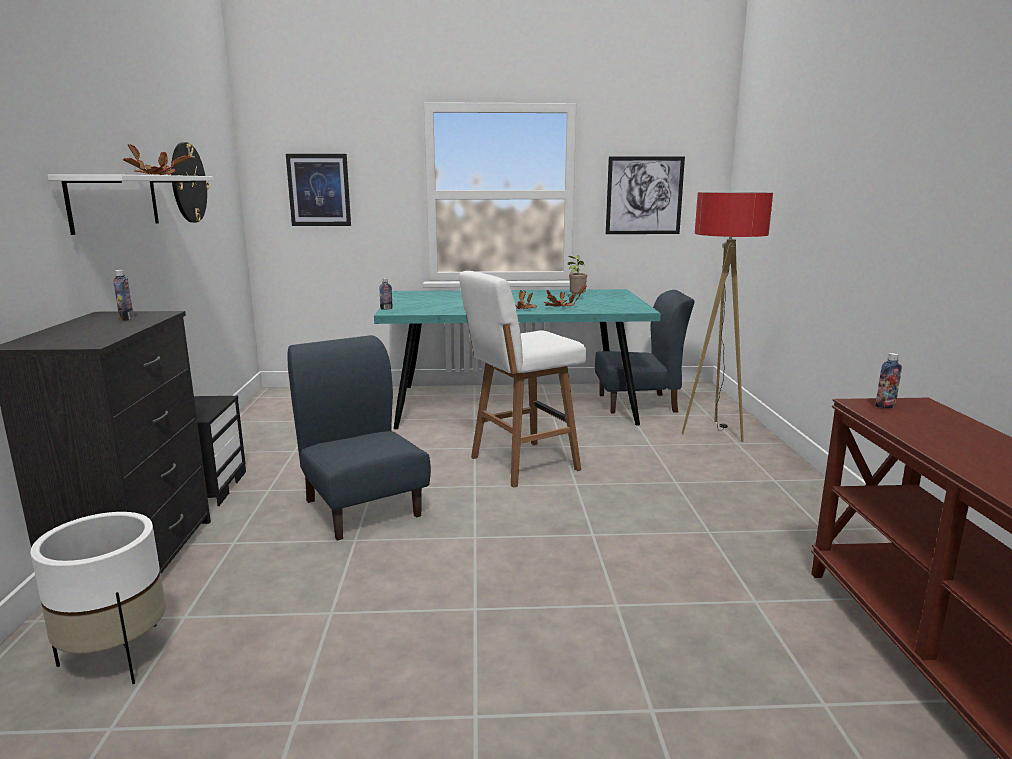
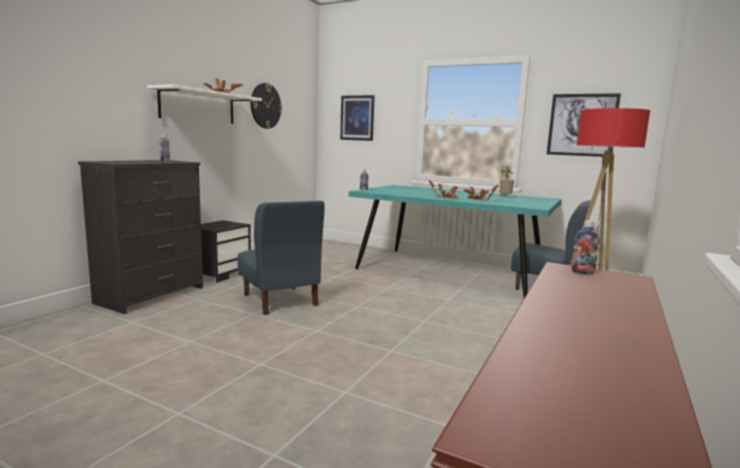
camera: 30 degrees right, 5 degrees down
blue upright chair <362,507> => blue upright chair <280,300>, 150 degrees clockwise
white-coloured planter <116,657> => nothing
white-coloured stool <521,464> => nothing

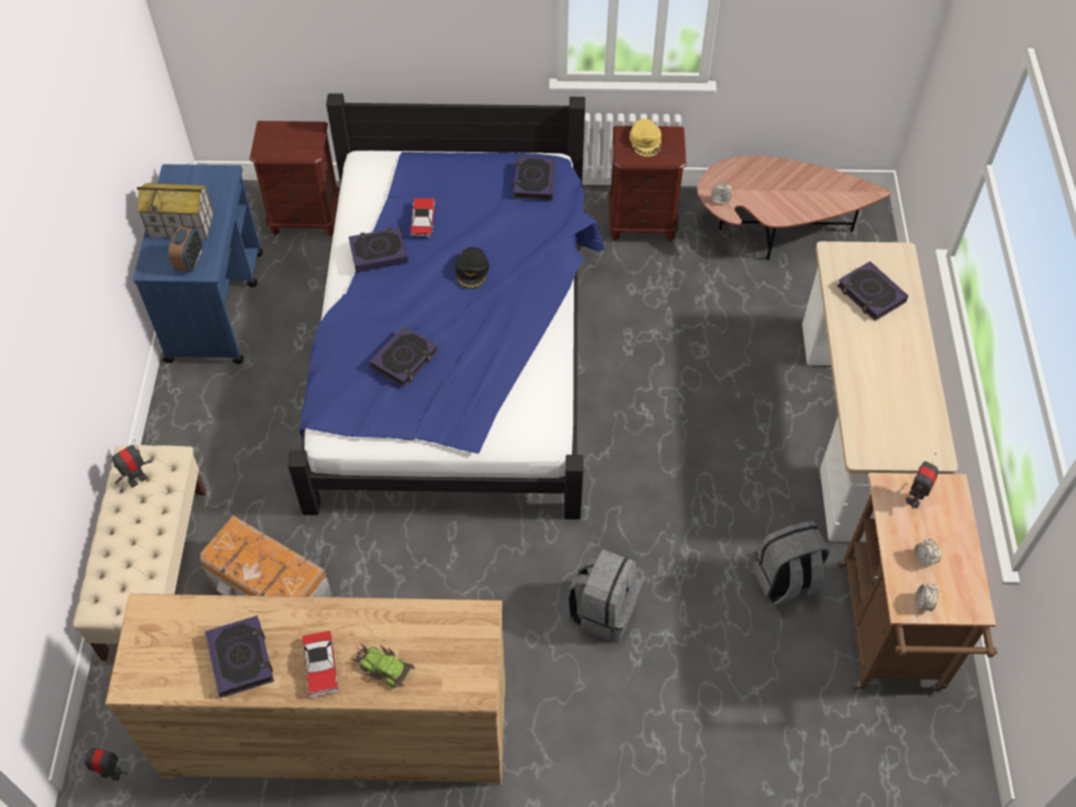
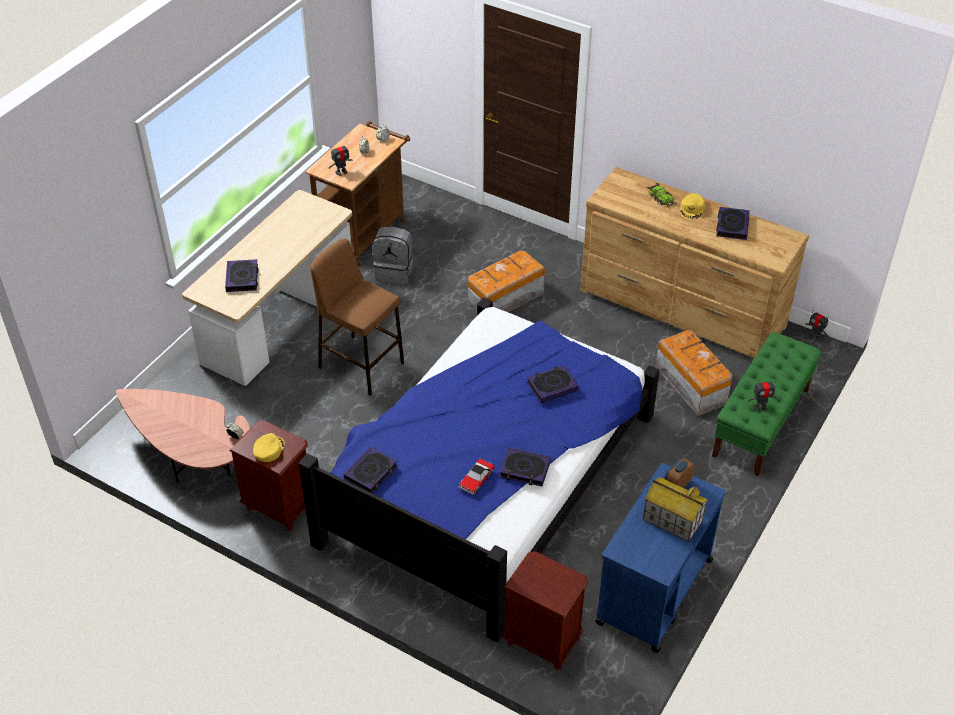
camera: 150 degrees left, 10 degrees down
nothing => brownish stool <360,365>
grey rucksack <602,610> => storage box <504,299>
miniature car <321,667> => yellow-coloured cap <692,209>
beige bench <155,571> => green-coloured bench <761,423>
blackish cap <472,271> => nothing

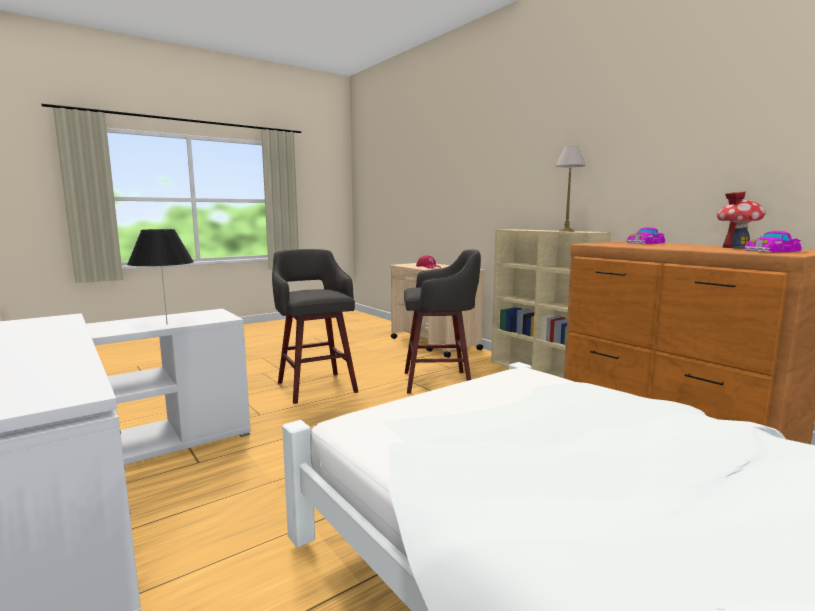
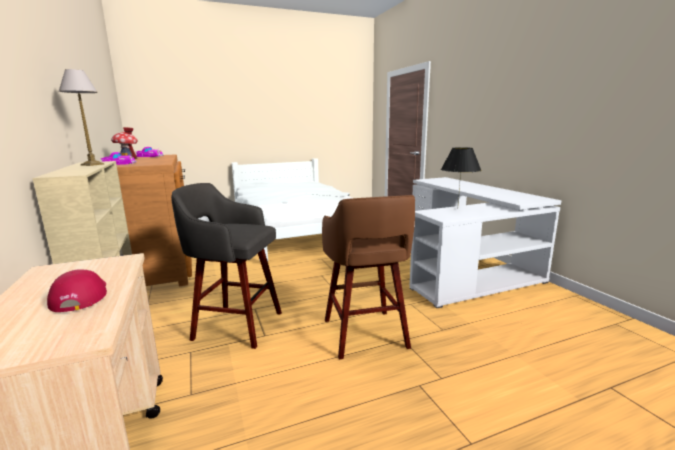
camera: 165 degrees left, 5 degrees up
grey stool <316,386> => brownish stool <365,335>

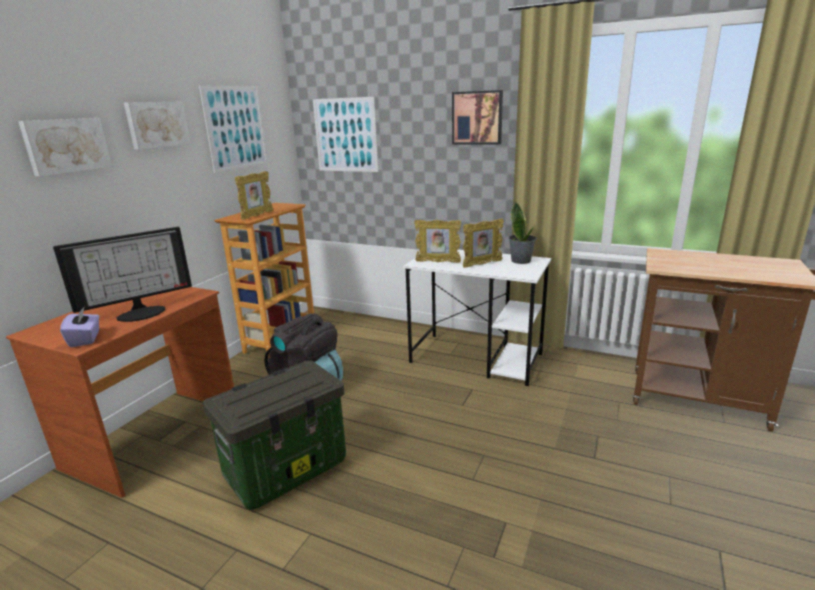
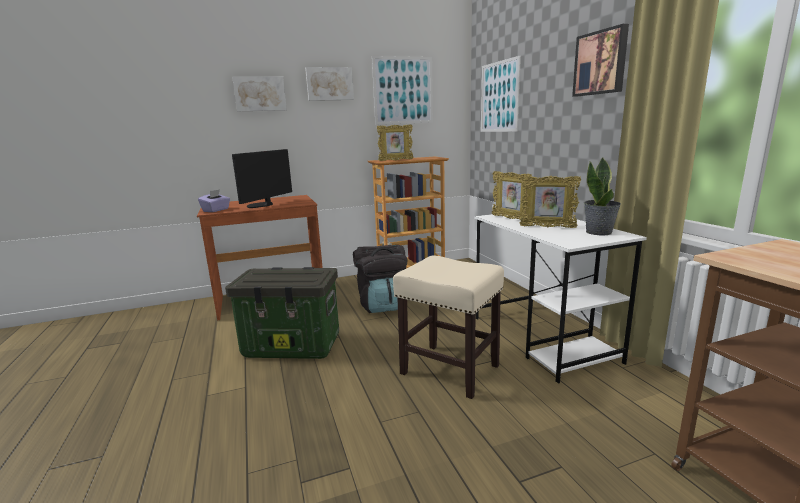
camera: 45 degrees right, 5 degrees down
computer display <141,312> => computer display <262,205>, 105 degrees clockwise
nothing => beige stool <448,369>

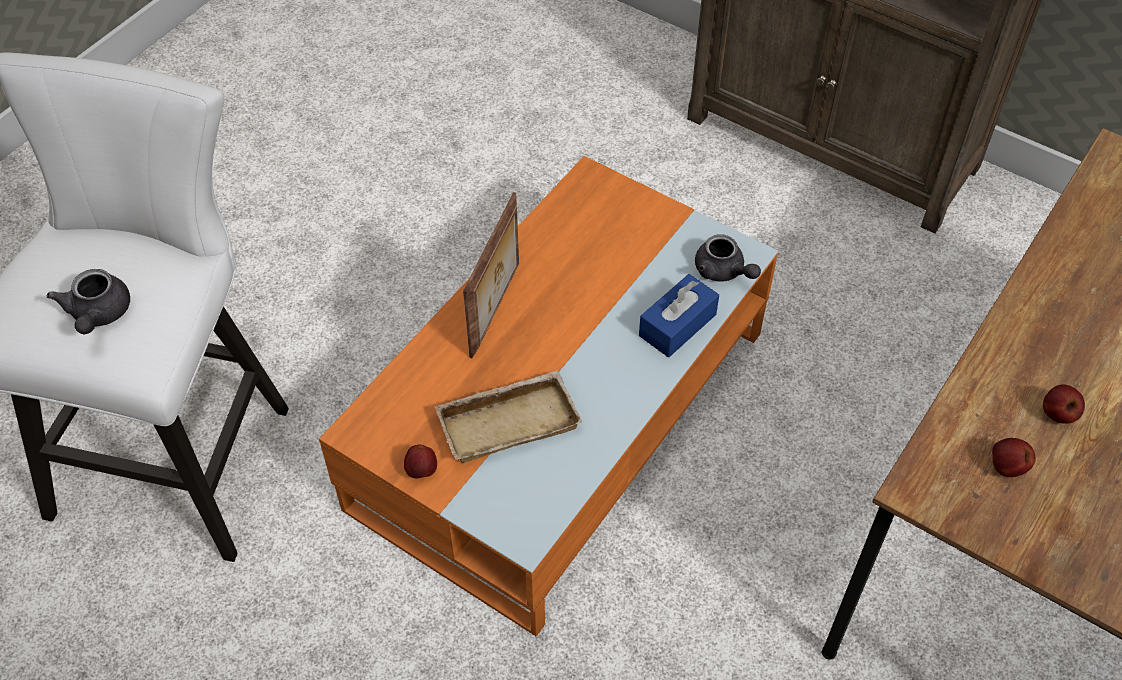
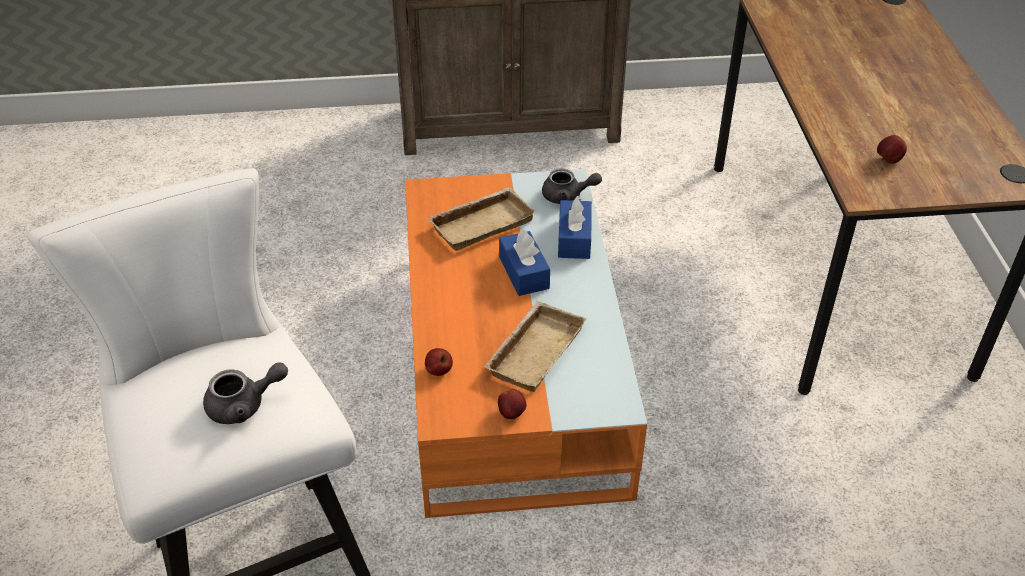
camera: 40 degrees left, 10 degrees down
grey tea pot <98,315> => grey tea pot <244,405>, 60 degrees counterclockwise
apple <1057,414> => apple <438,371>, shifted
nothing => beige carrying tray <481,223>
nothing => blue tissue box <524,273>
standing frame <497,309> => nothing

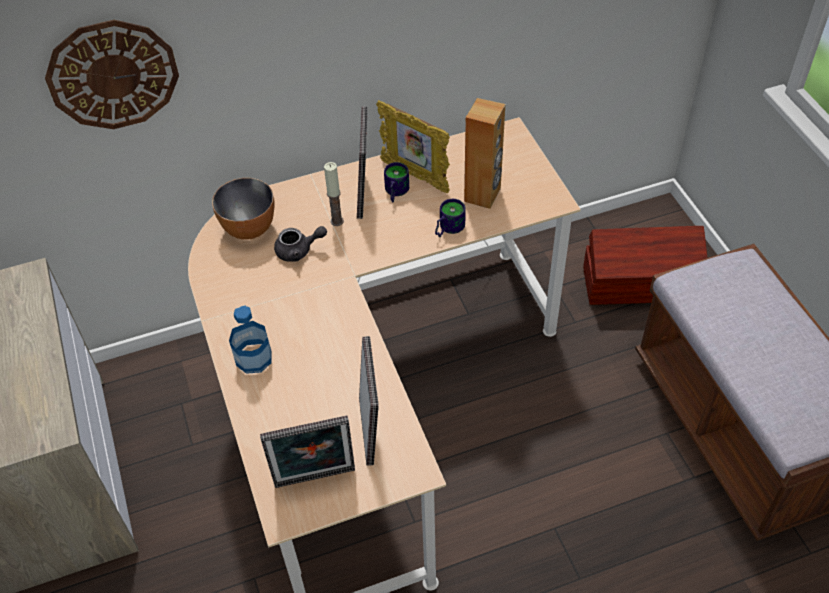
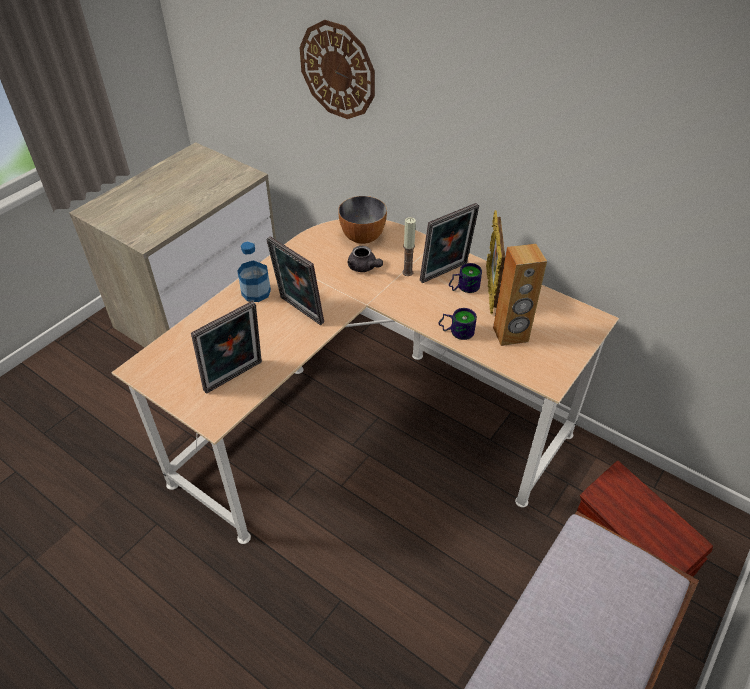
camera: 55 degrees right, 5 degrees down
standing frame <315,480> => standing frame <299,311>, shifted

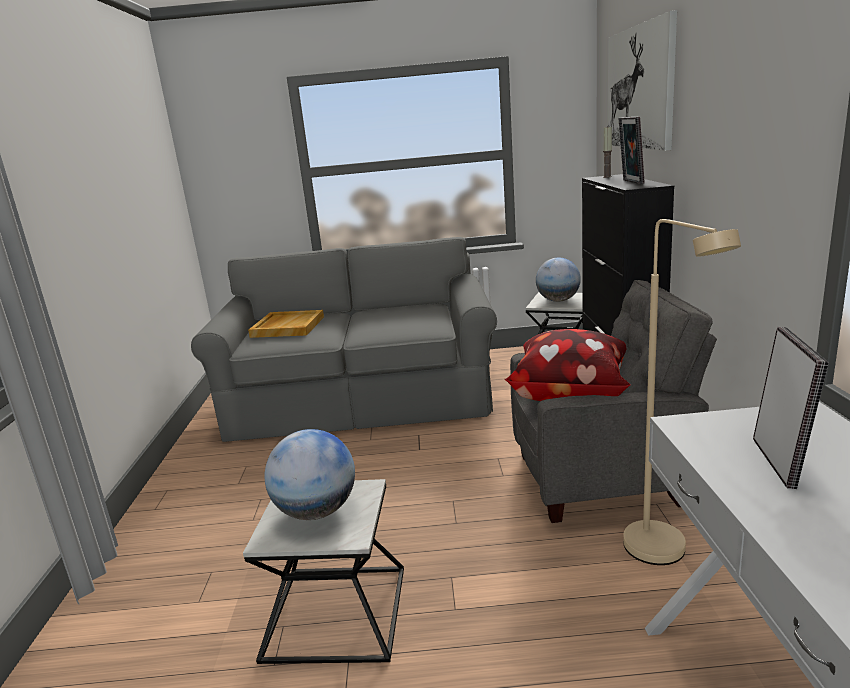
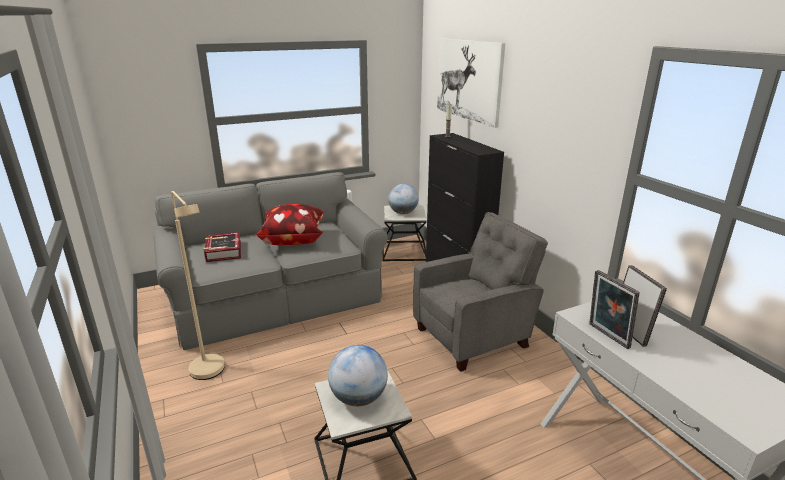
camera: 25 degrees left, 5 degrees up
beige standing lamp <663,556> => beige standing lamp <210,374>, shifted
beige carrying tray <287,327> => bound book <223,251>
pillow <570,394> => pillow <292,240>, shifted
standing frame <630,182> => standing frame <606,336>, shifted

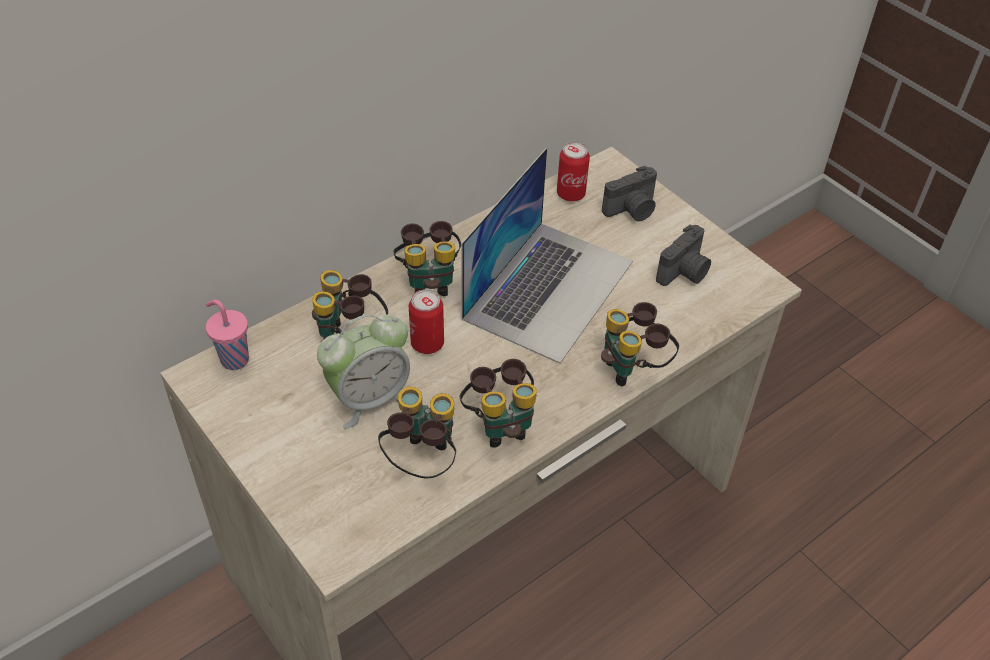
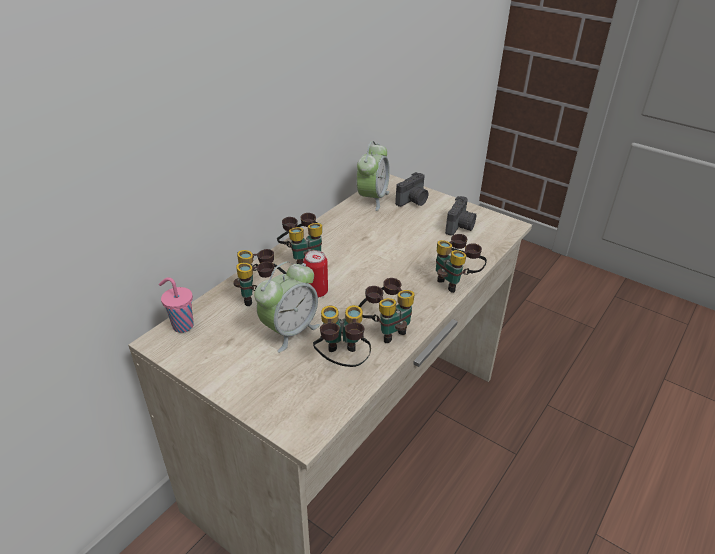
camera: 15 degrees left, 10 degrees down
sealed can <570,194> => bedside clock <372,198>
notebook computer <549,289> => nothing

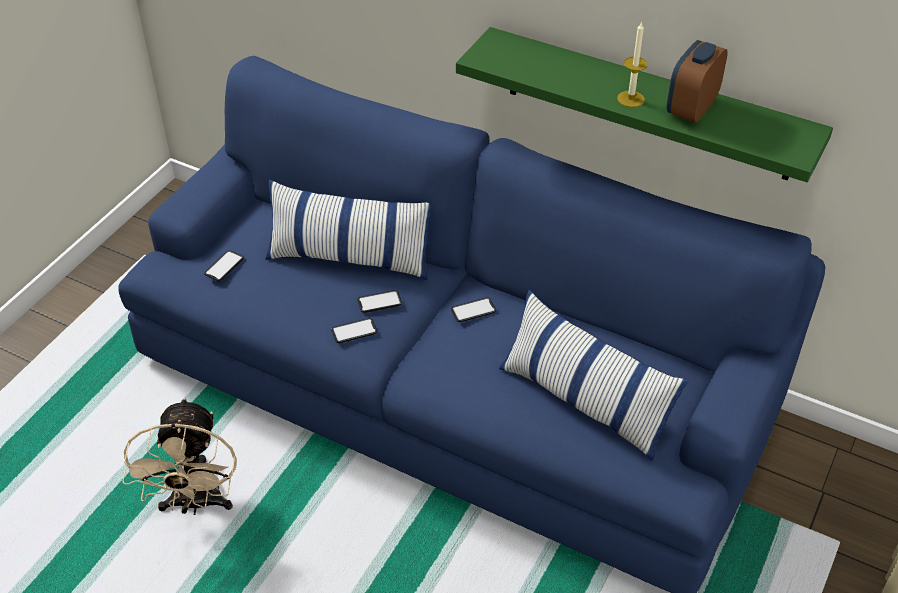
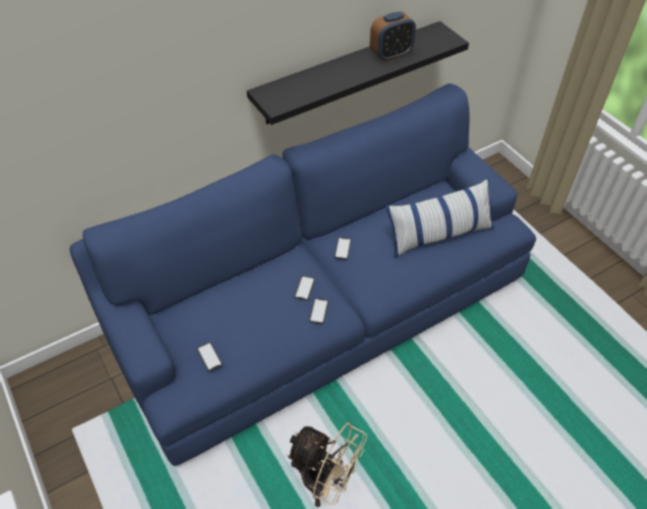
camera: 60 degrees left, 5 degrees up
green-coloured shelf <648,104> => blackish shelf <348,73>
bedside clock <691,109> => bedside clock <391,54>, 90 degrees counterclockwise
pillow <349,257> => nothing
wax candle <631,99> => nothing

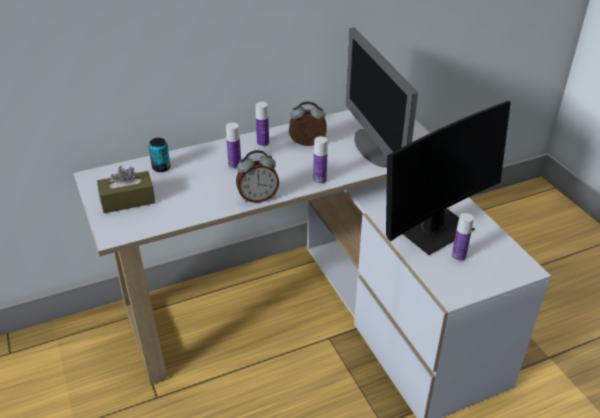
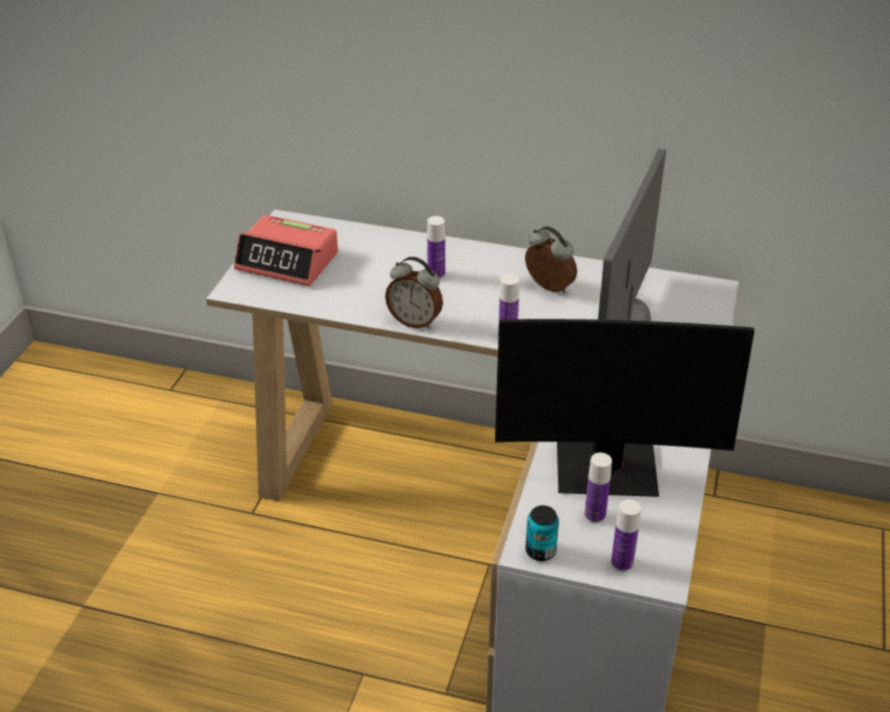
camera: 40 degrees right, 0 degrees up
brownish tissue box <128,200> => bedside clock <288,261>
sealed can <161,168> => sealed can <540,551>, shifted
drink bottle <263,143> => drink bottle <622,563>, shifted

